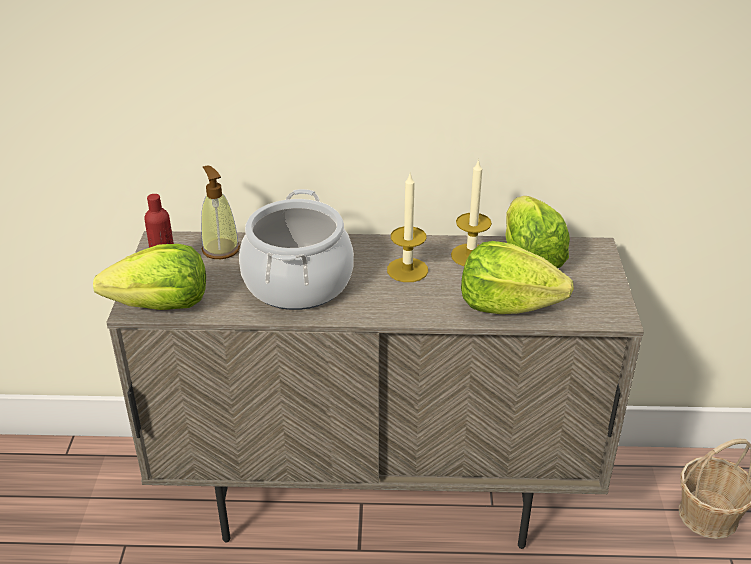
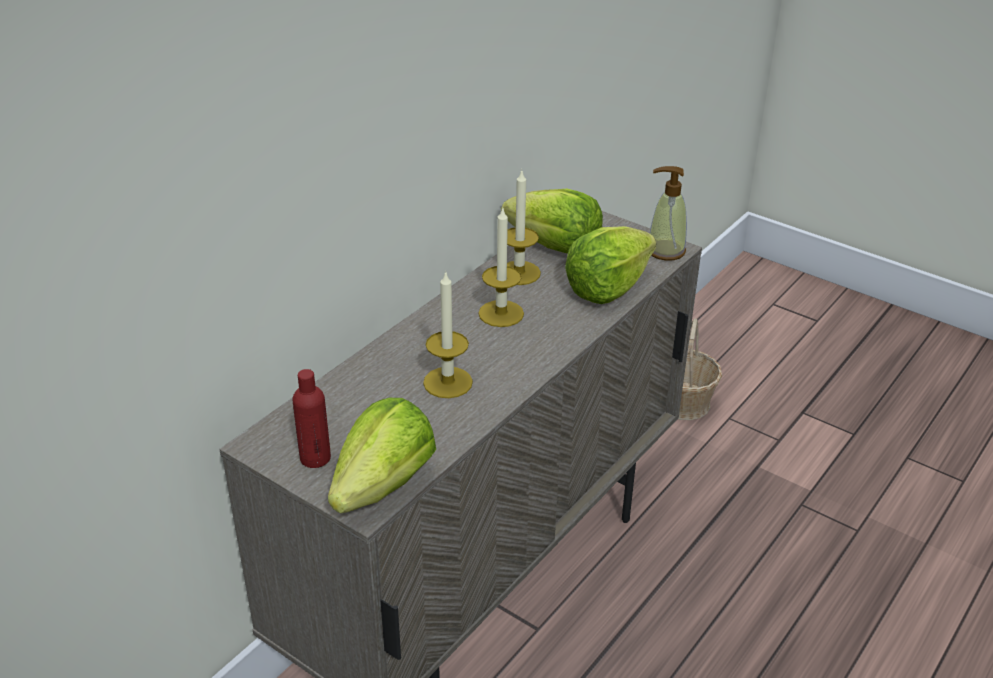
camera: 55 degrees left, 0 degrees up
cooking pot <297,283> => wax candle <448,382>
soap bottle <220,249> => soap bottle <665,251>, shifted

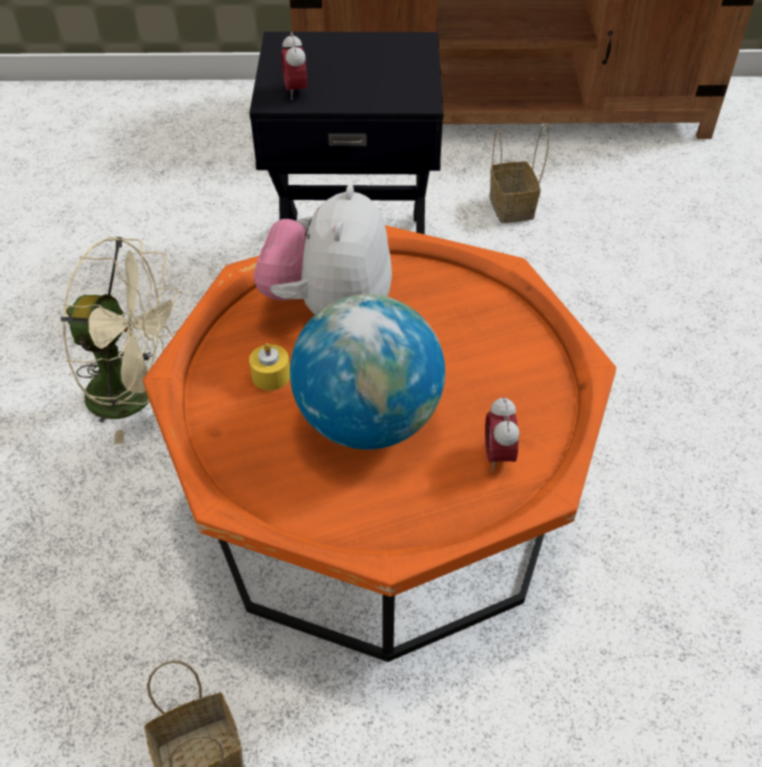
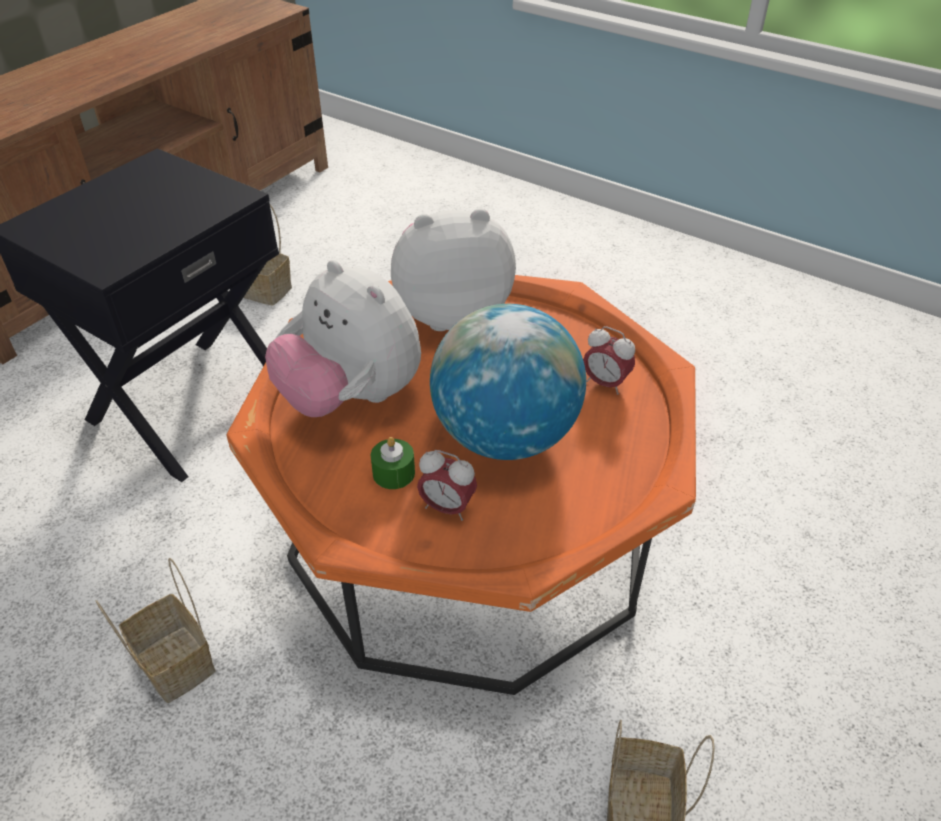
camera: 55 degrees left, 5 degrees down
beige electric fan <137,394> => storage basket <173,662>
yellow-coloured wax candle <271,375> => green-coloured wax candle <393,473>
nothing => plush toy <451,313>
bedside clock <296,91> => bedside clock <447,508>, shifted

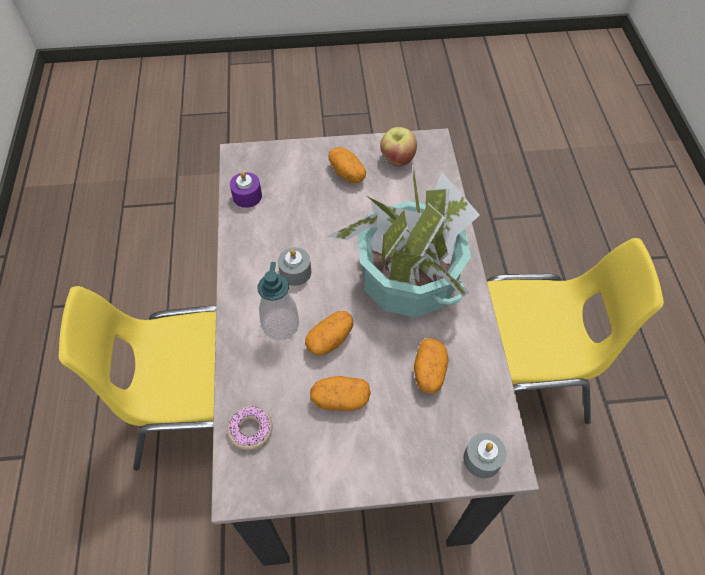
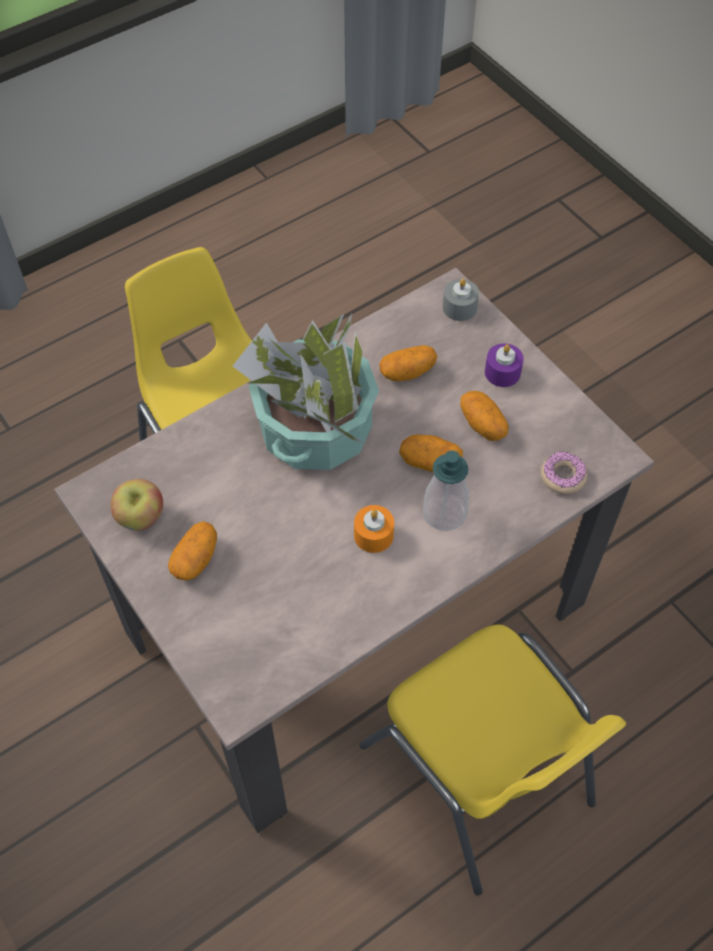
camera: 120 degrees left, 0 degrees up
grey wax candle <295,272> => orangey wax candle <373,535>
purple-coloured wax candle <247,196> => purple-coloured wax candle <502,372>, shifted

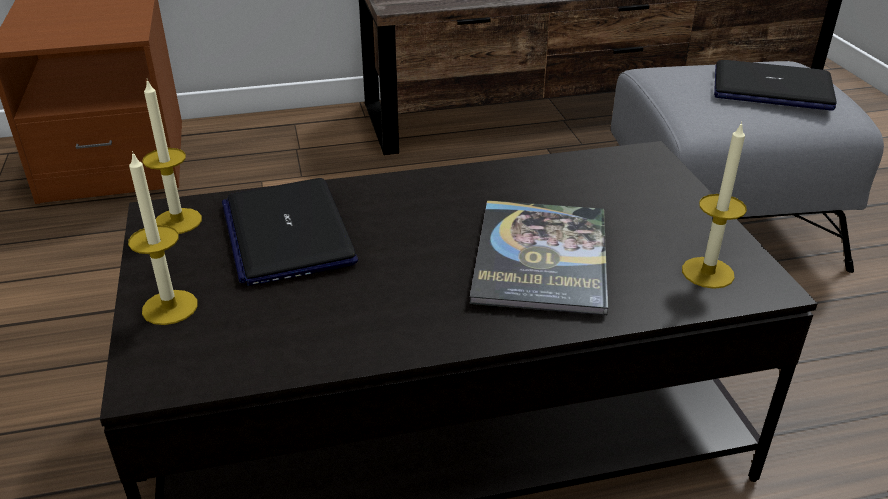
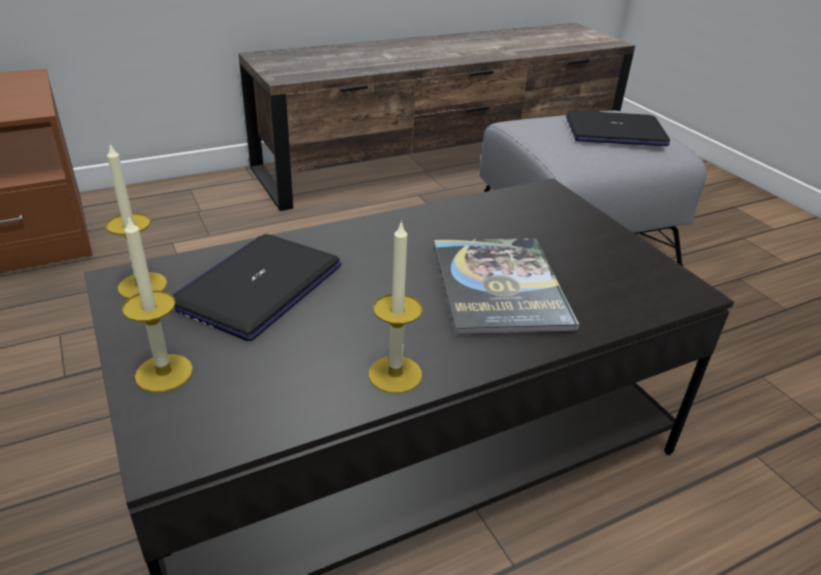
camera: 15 degrees left, 0 degrees up
notebook computer <287,233> => notebook computer <258,286>, 60 degrees clockwise
wax candle <707,272> => wax candle <395,374>, shifted

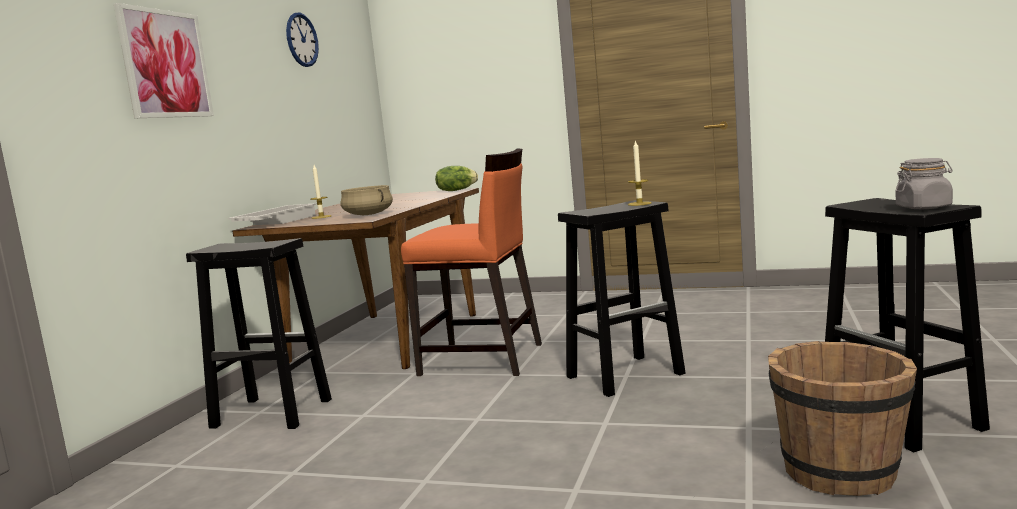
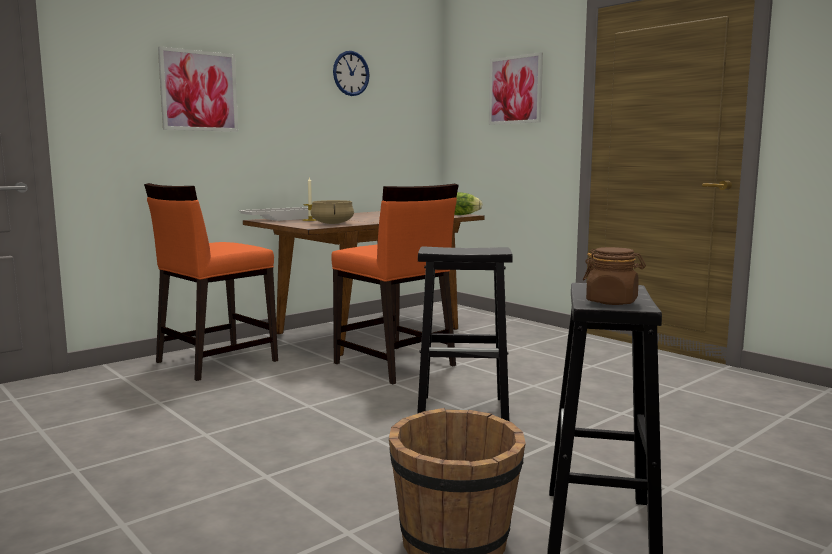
camera: 30 degrees right, 0 degrees up
blackish stool <270,413> => orangey upright chair <215,361>
nothing => wall picture <515,90>
grey preserve jar <923,207> => brownish preserve jar <612,302>
wax candle <639,204> => nothing

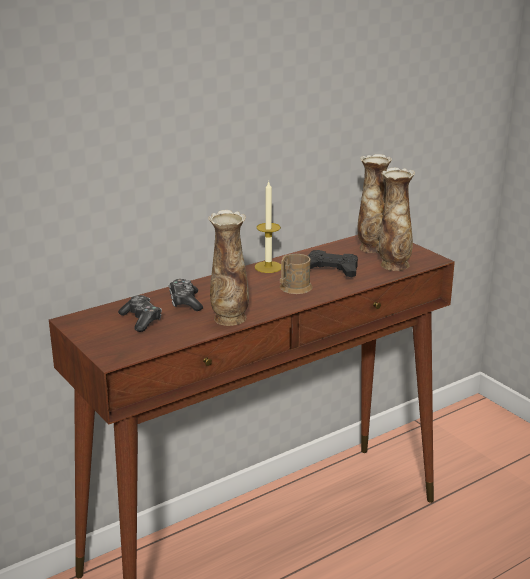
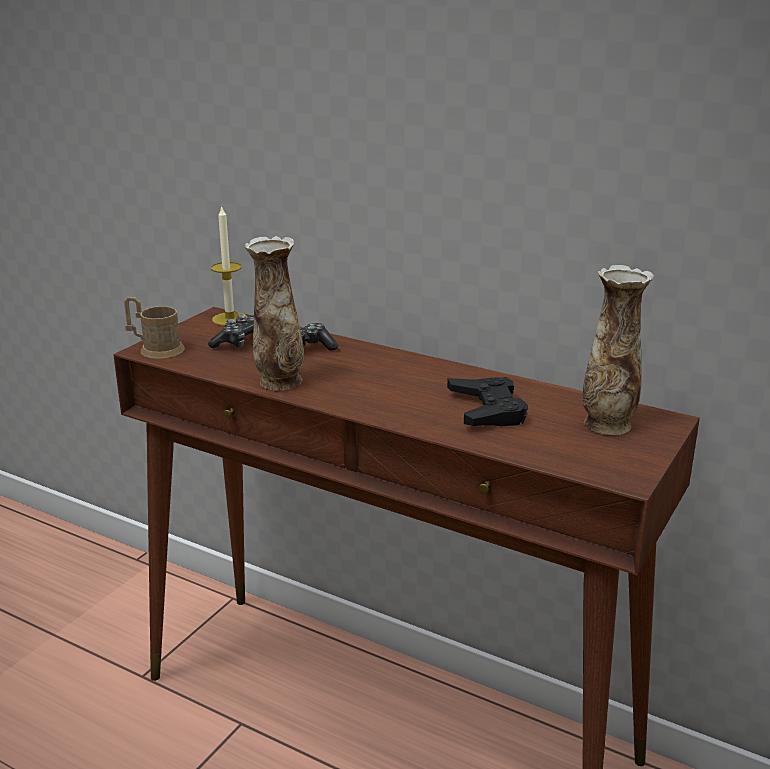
camera: 65 degrees right, 0 degrees up
brownish mug <293,288> => brownish mug <156,349>, shifted
wax candle <268,267> => wax candle <230,319>, shifted
decorative vase <393,265> => nothing

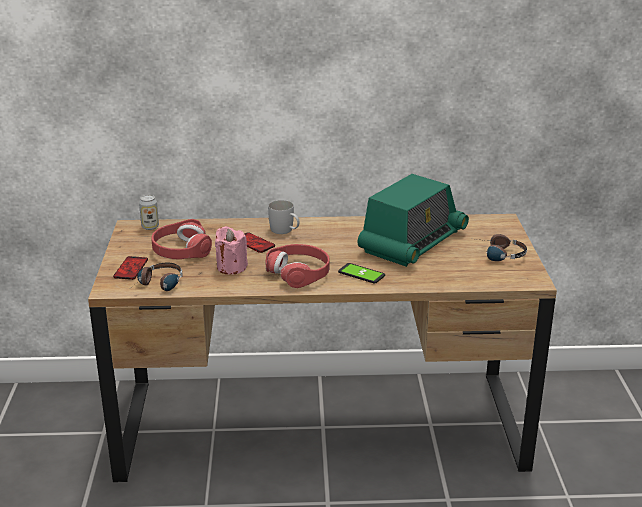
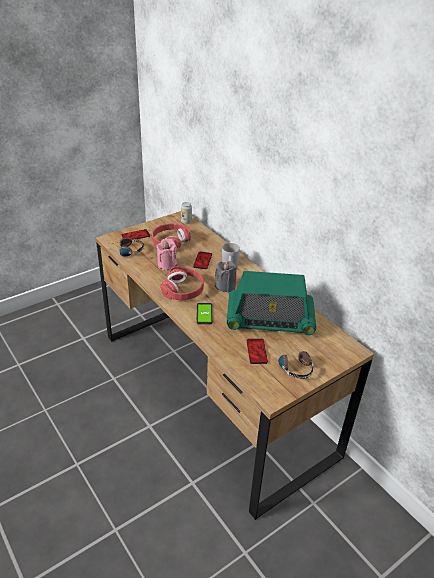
camera: 55 degrees right, 10 degrees up
nothing => grey wax candle <225,286>
nothing => handset <256,351>

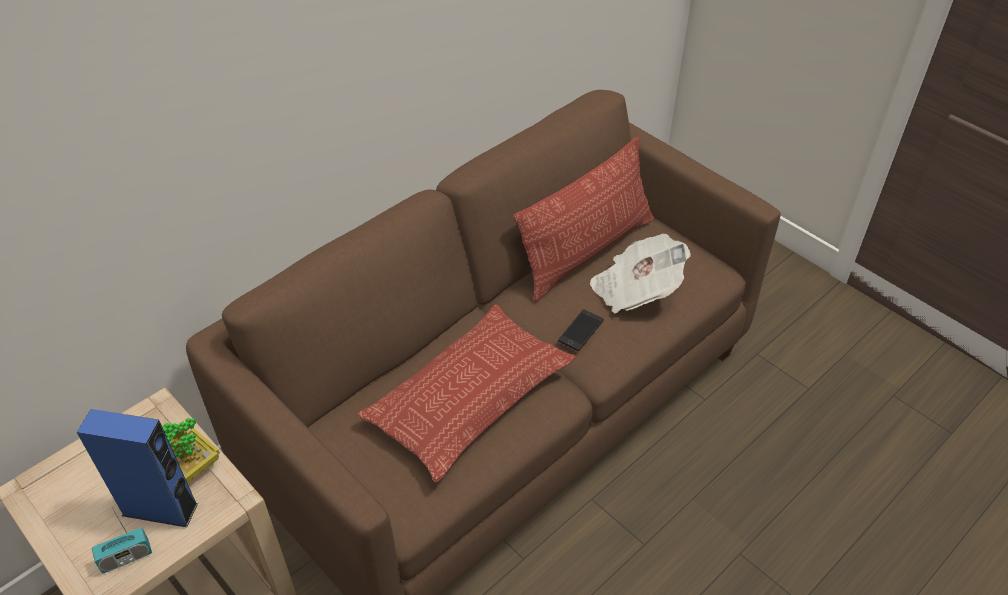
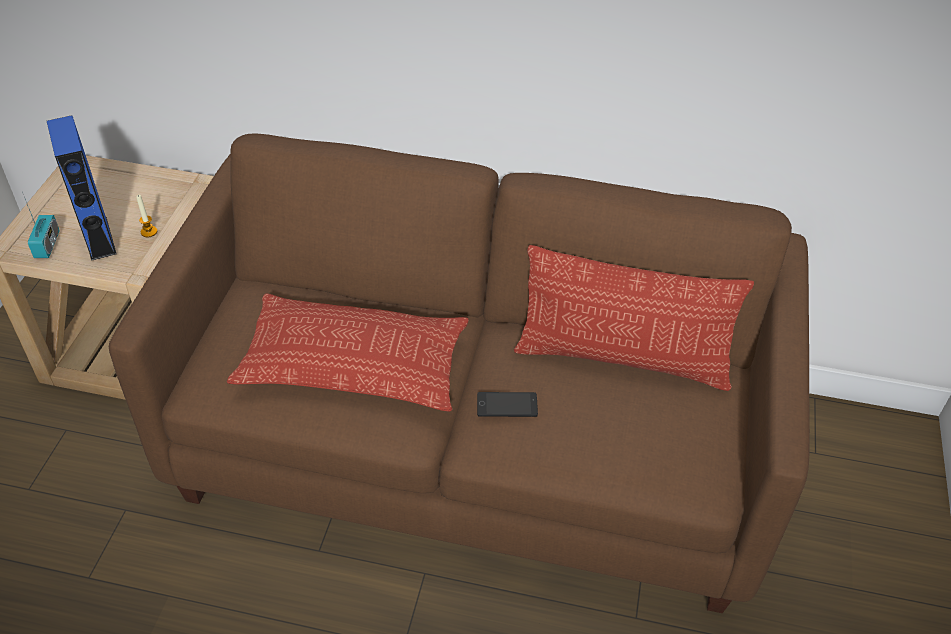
camera: 55 degrees right, 0 degrees up
radio receiver <126,557> => radio receiver <47,245>, 120 degrees counterclockwise
plant in a pot <192,466> => wax candle <149,232>
newspaper <636,290> => nothing

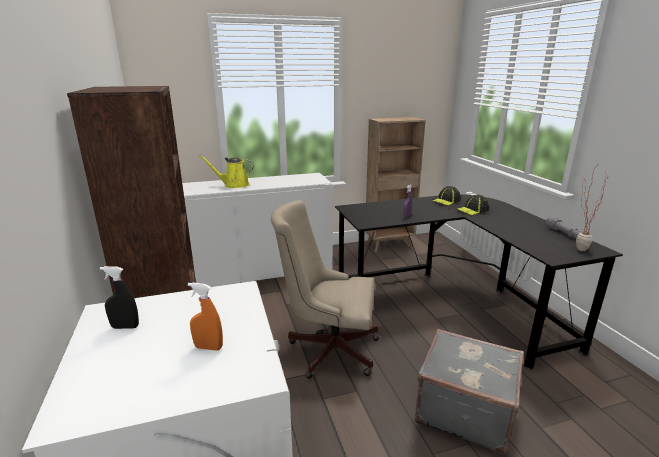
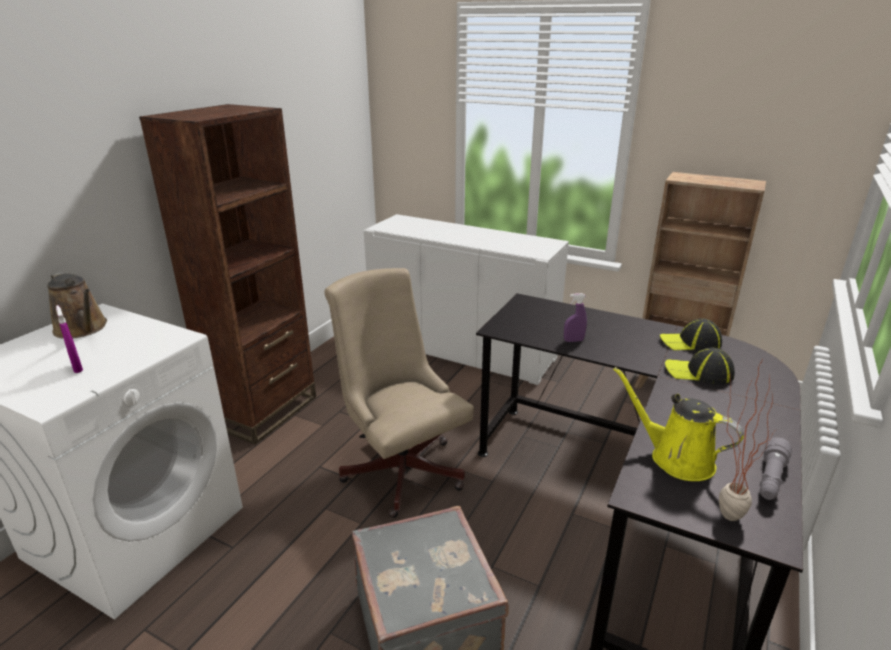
camera: 45 degrees right, 5 degrees up
blackish sprayer <125,327> => brownish watering can <83,329>
orangey sprayer <208,347> => purple-coloured sprayer <77,368>
yellow-coloured watering can <234,185> => yellow-coloured watering can <675,458>, shifted

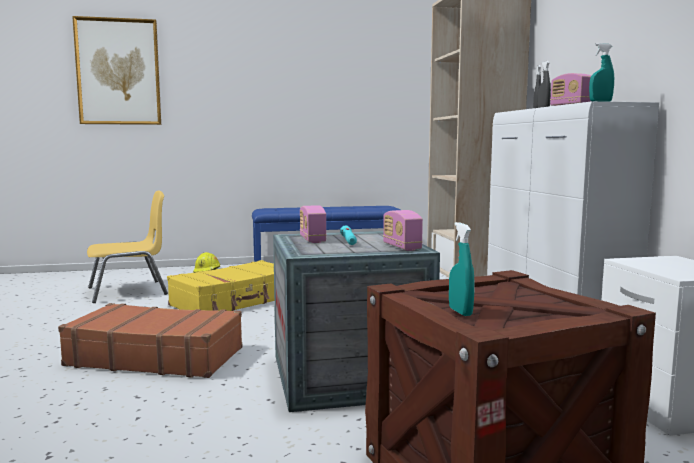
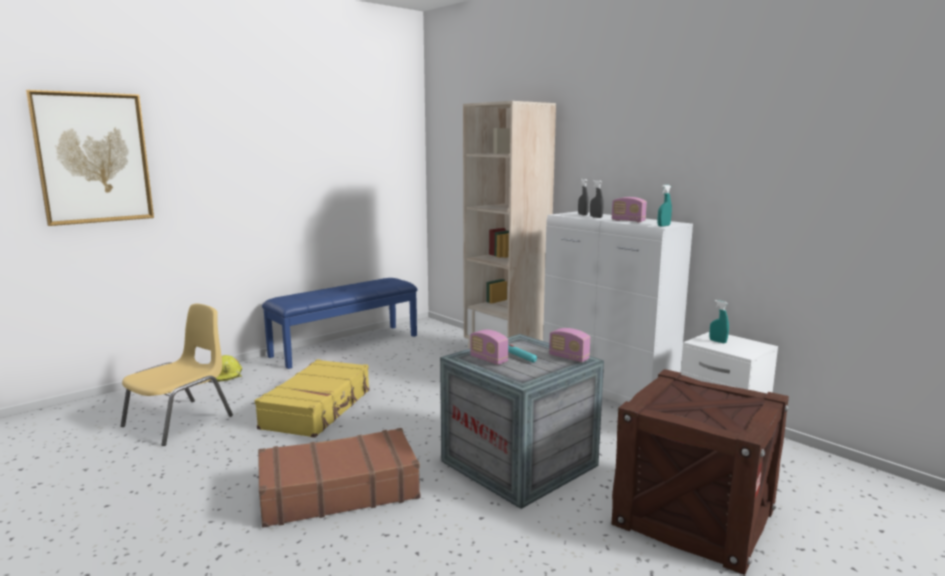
camera: 30 degrees left, 5 degrees up
blue-green sprayer <460,312> => blue-green sprayer <717,341>, shifted

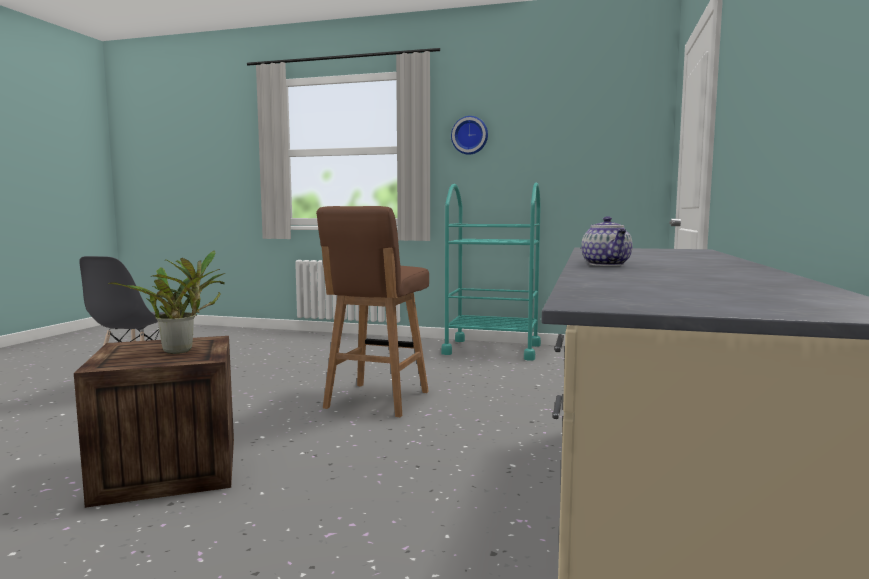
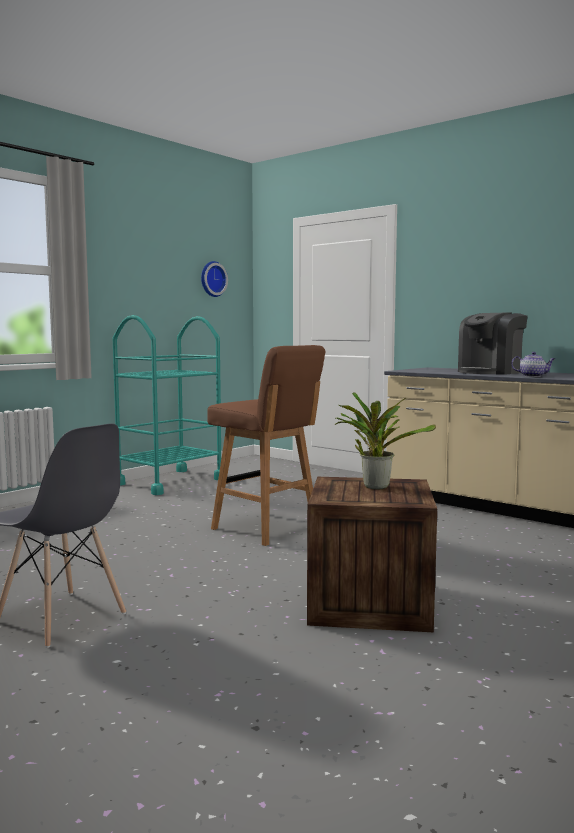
camera: 65 degrees left, 0 degrees up
wall clock <470,135> => wall clock <212,279>, shifted
nothing => coffee machine <490,372>

